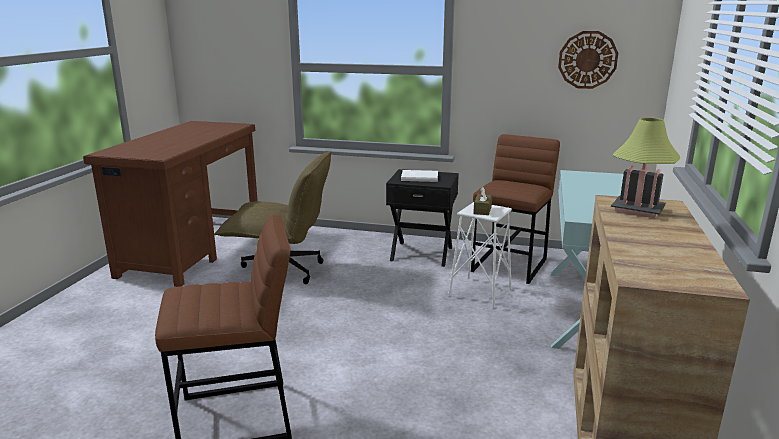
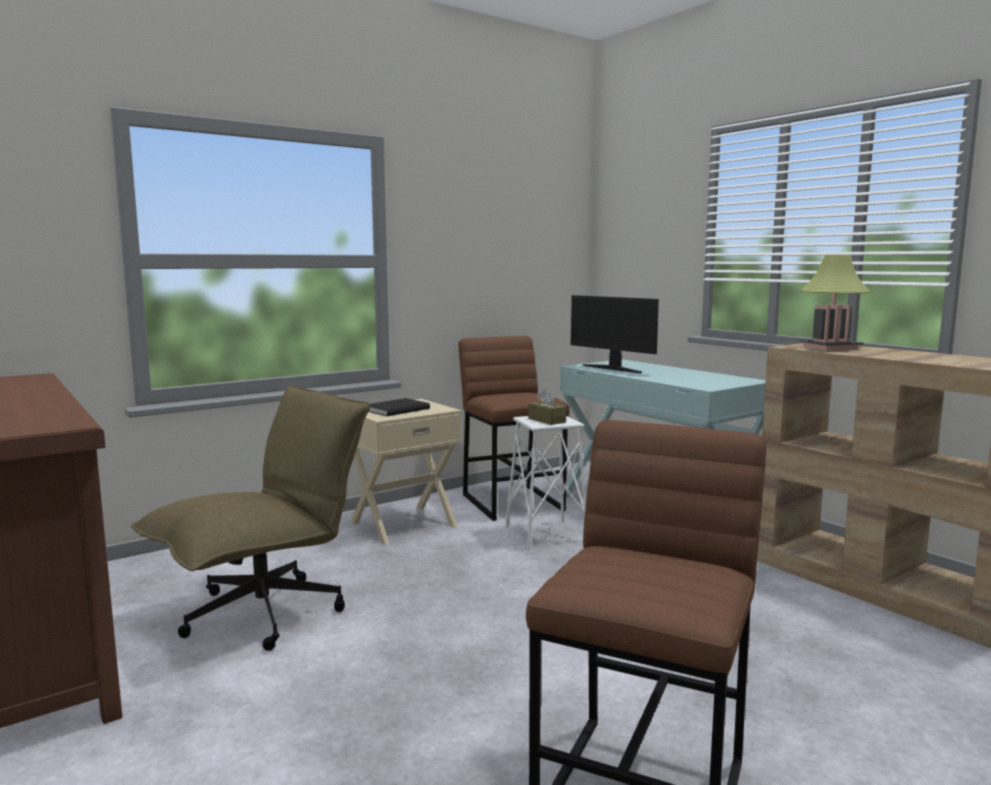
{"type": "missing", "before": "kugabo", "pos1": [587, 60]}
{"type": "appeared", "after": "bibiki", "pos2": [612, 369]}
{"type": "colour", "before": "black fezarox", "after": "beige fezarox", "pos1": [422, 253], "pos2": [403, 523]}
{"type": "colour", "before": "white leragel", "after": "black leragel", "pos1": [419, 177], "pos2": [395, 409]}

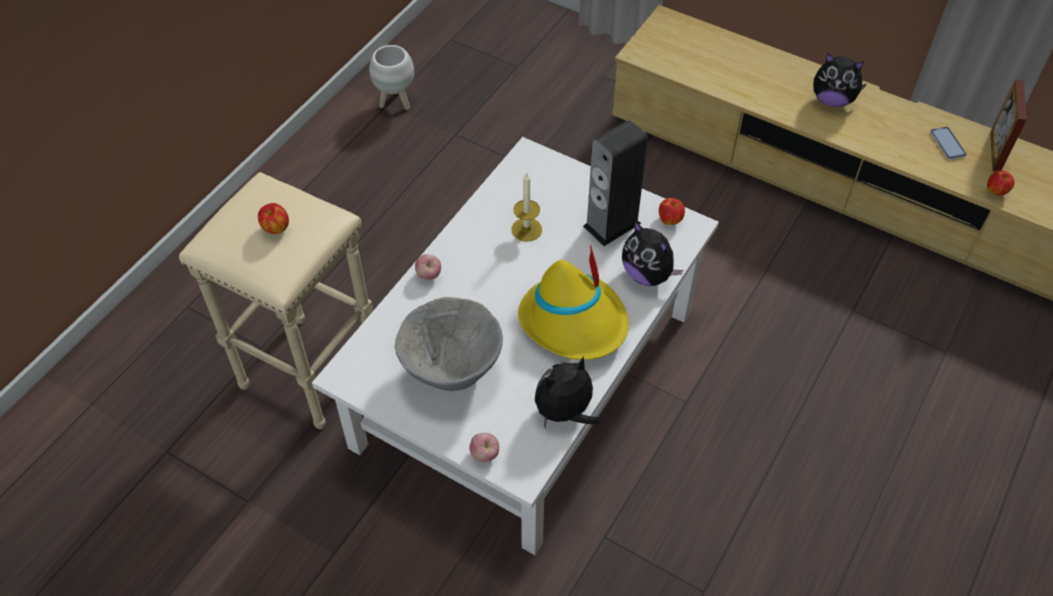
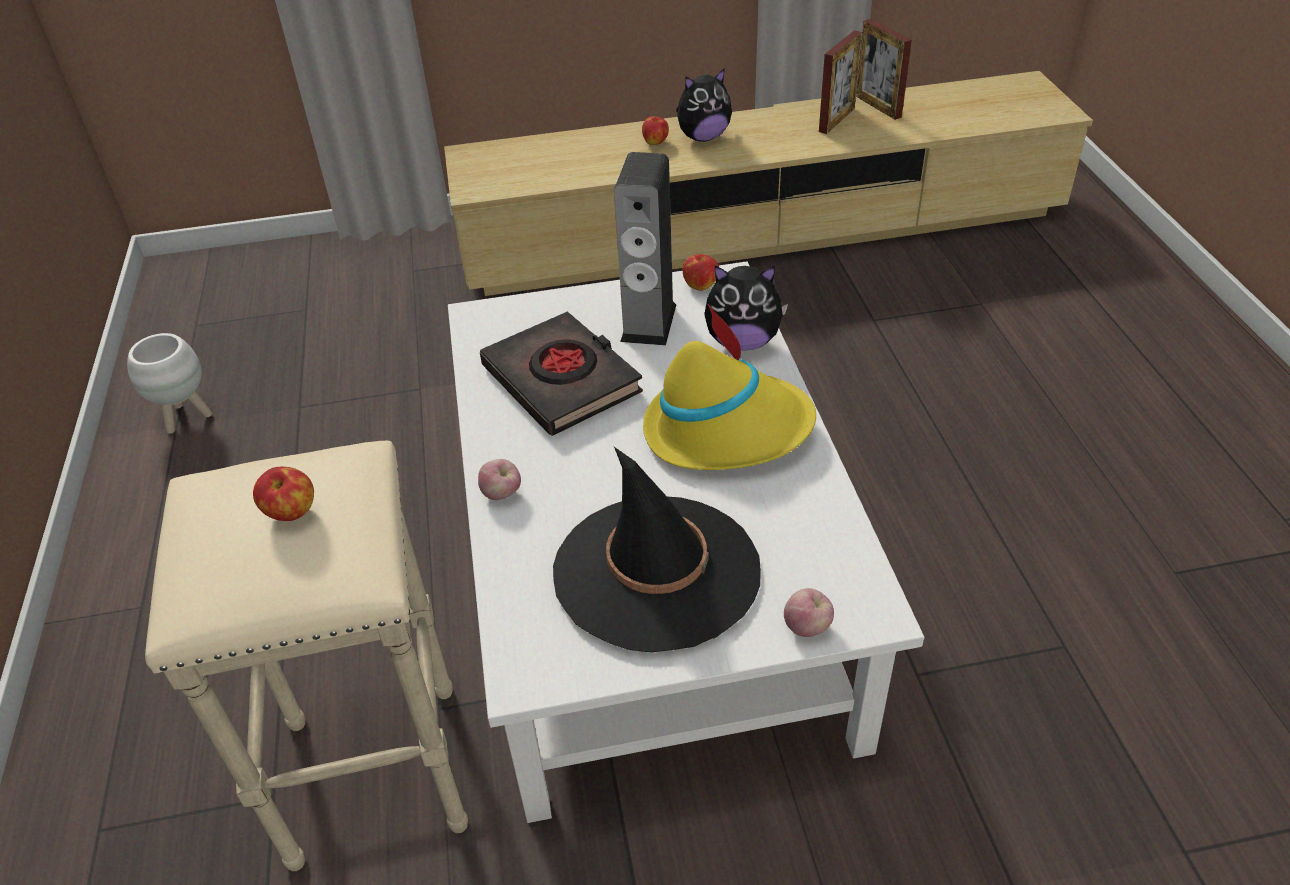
{"type": "missing", "before": "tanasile", "pos1": [565, 413]}
{"type": "relocated", "before": "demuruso", "pos1": [996, 191], "pos2": [655, 142]}
{"type": "exchanged", "before": "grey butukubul", "after": "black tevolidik", "pos1": [451, 372], "pos2": [656, 571]}
{"type": "exchanged", "before": "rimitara", "after": "black leragel", "pos1": [526, 229], "pos2": [562, 380]}
{"type": "exchanged", "before": "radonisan", "after": "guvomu", "pos1": [947, 144], "pos2": [836, 120]}

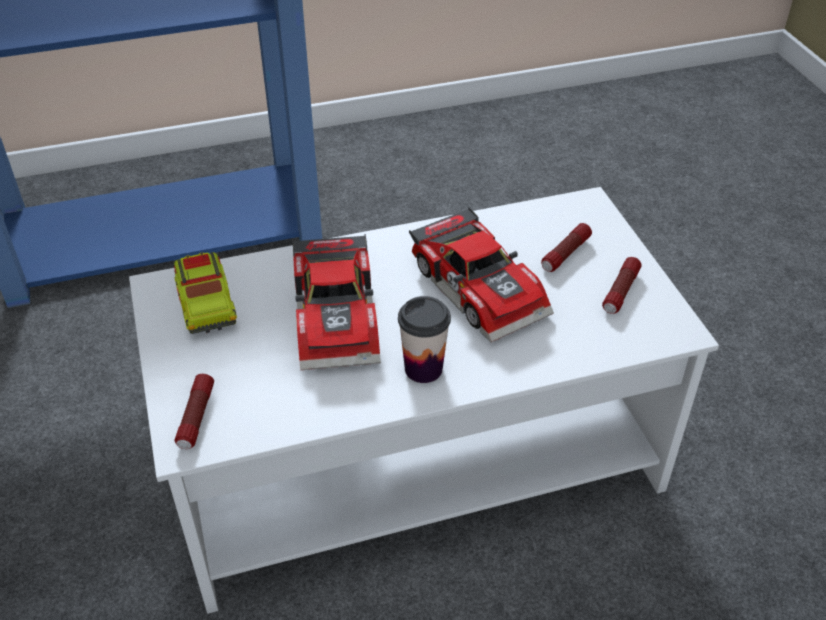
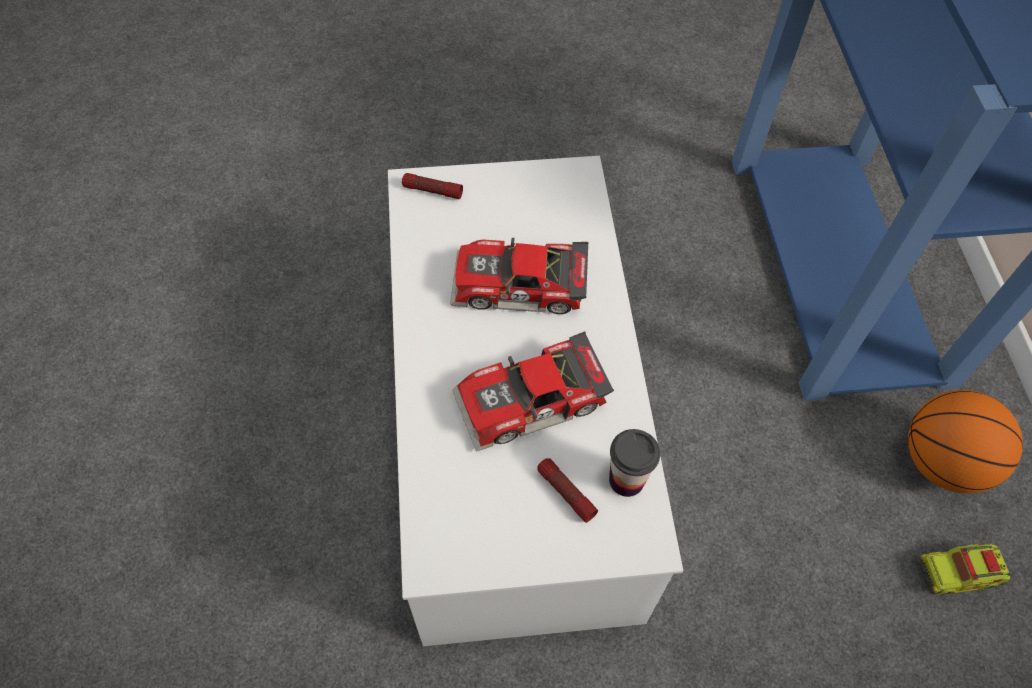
{"type": "missing", "before": "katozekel", "pos1": [620, 292]}
{"type": "appeared", "after": "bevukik", "pos2": [942, 462]}
{"type": "relocated", "before": "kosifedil", "pos1": [206, 305], "pos2": [958, 573]}
{"type": "relocated", "before": "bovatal", "pos1": [423, 369], "pos2": [626, 480]}

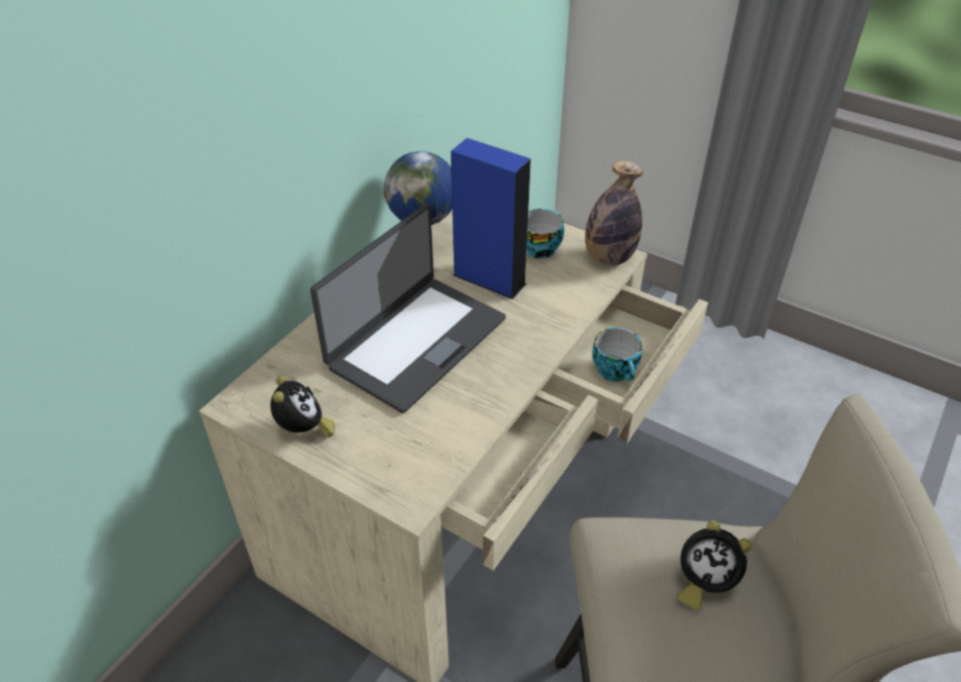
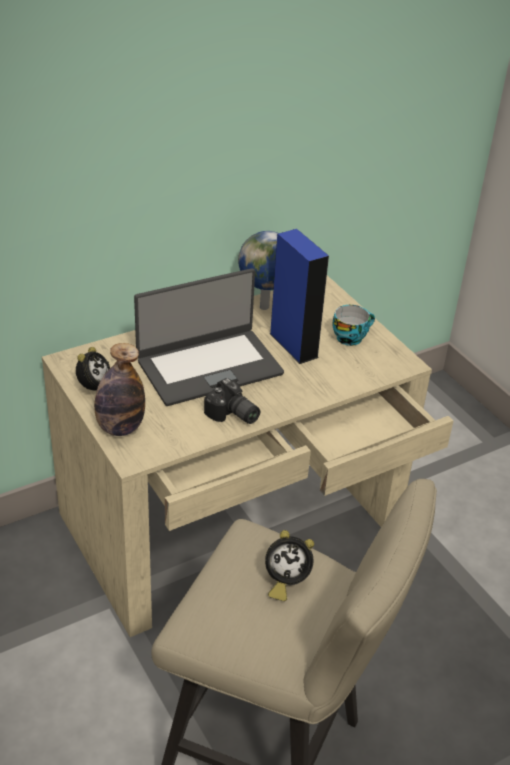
{"type": "missing", "before": "bovatal", "pos1": [616, 371]}
{"type": "appeared", "after": "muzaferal", "pos2": [232, 415]}
{"type": "relocated", "before": "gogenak", "pos1": [609, 257], "pos2": [120, 428]}
{"type": "spun", "before": "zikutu", "pos1": [703, 582], "pos2": [285, 581], "turn": -45}

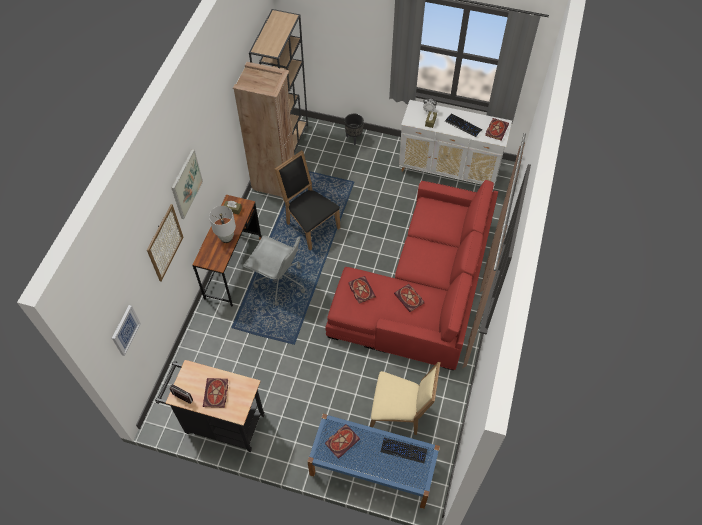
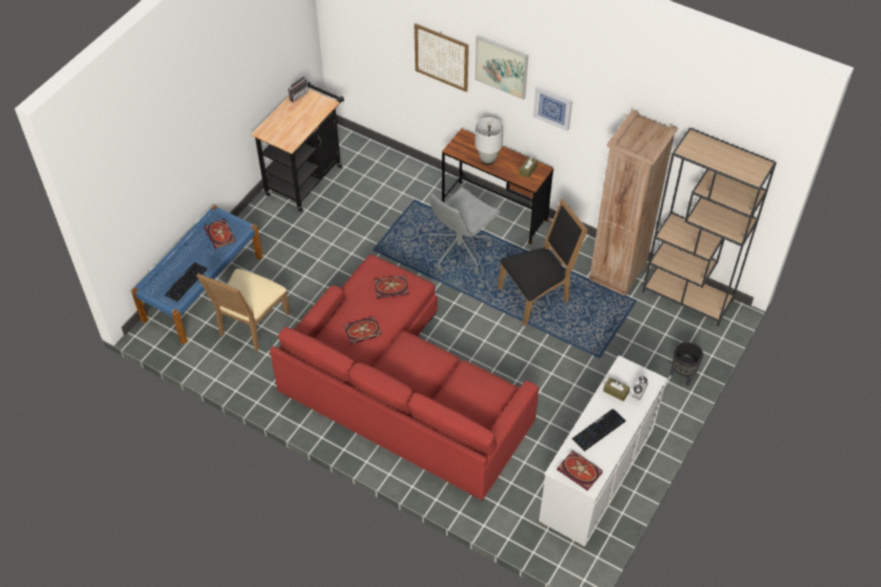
{"type": "missing", "before": "leragel", "pos1": [216, 394]}
{"type": "relocated", "before": "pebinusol", "pos1": [125, 330], "pos2": [553, 107]}

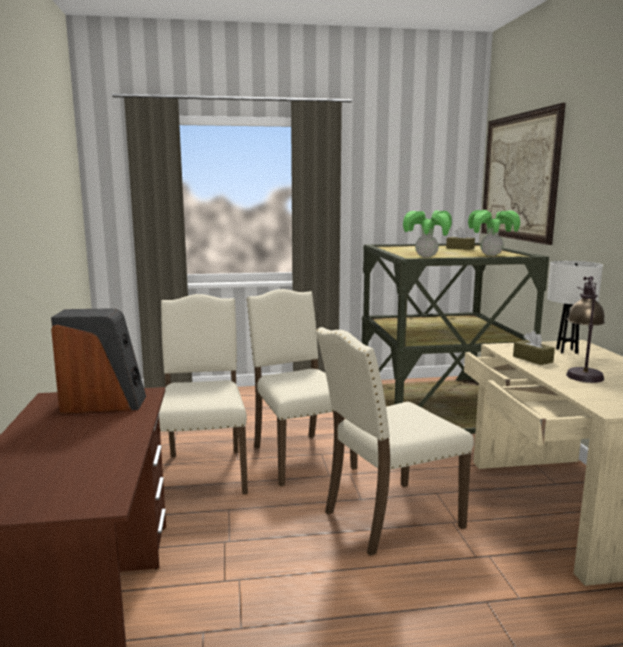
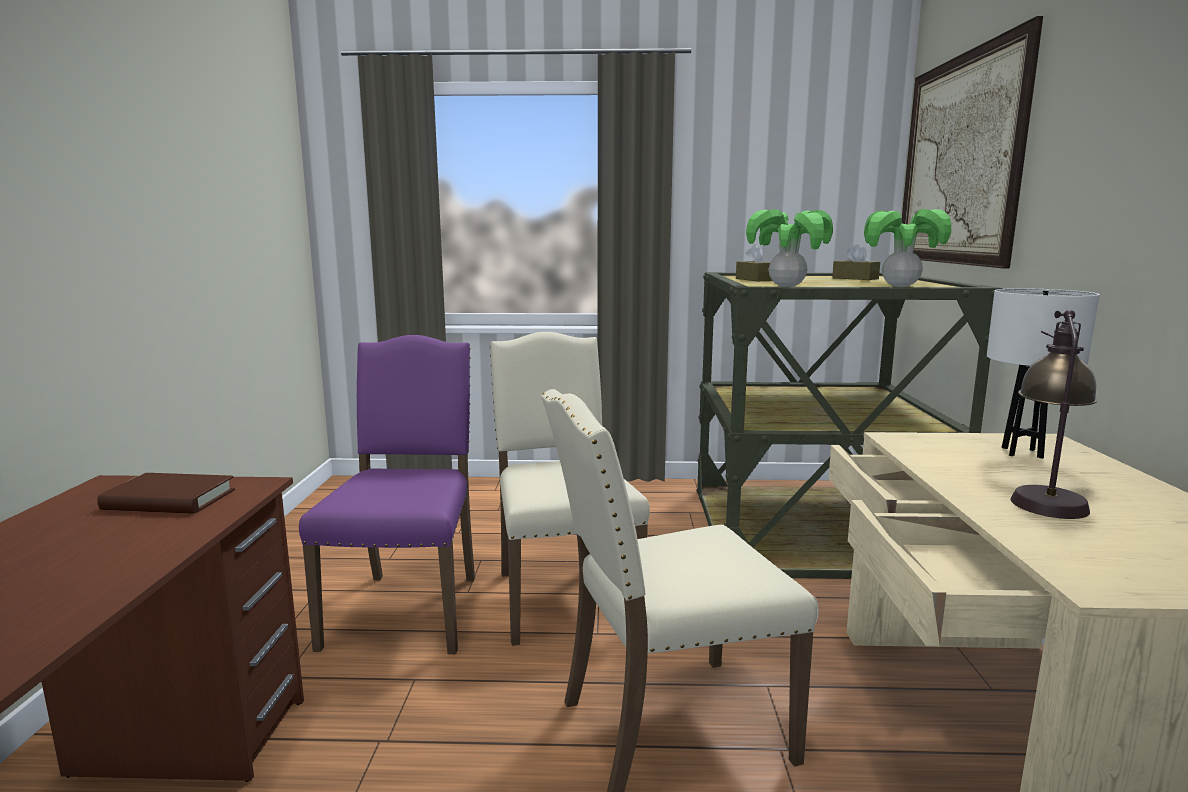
{"type": "relocated", "before": "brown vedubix", "pos1": [532, 359], "pos2": [755, 279]}
{"type": "exchanged", "before": "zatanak", "after": "brown leragel", "pos1": [104, 403], "pos2": [169, 500]}
{"type": "colour", "before": "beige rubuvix", "after": "purple rubuvix", "pos1": [203, 472], "pos2": [408, 609]}

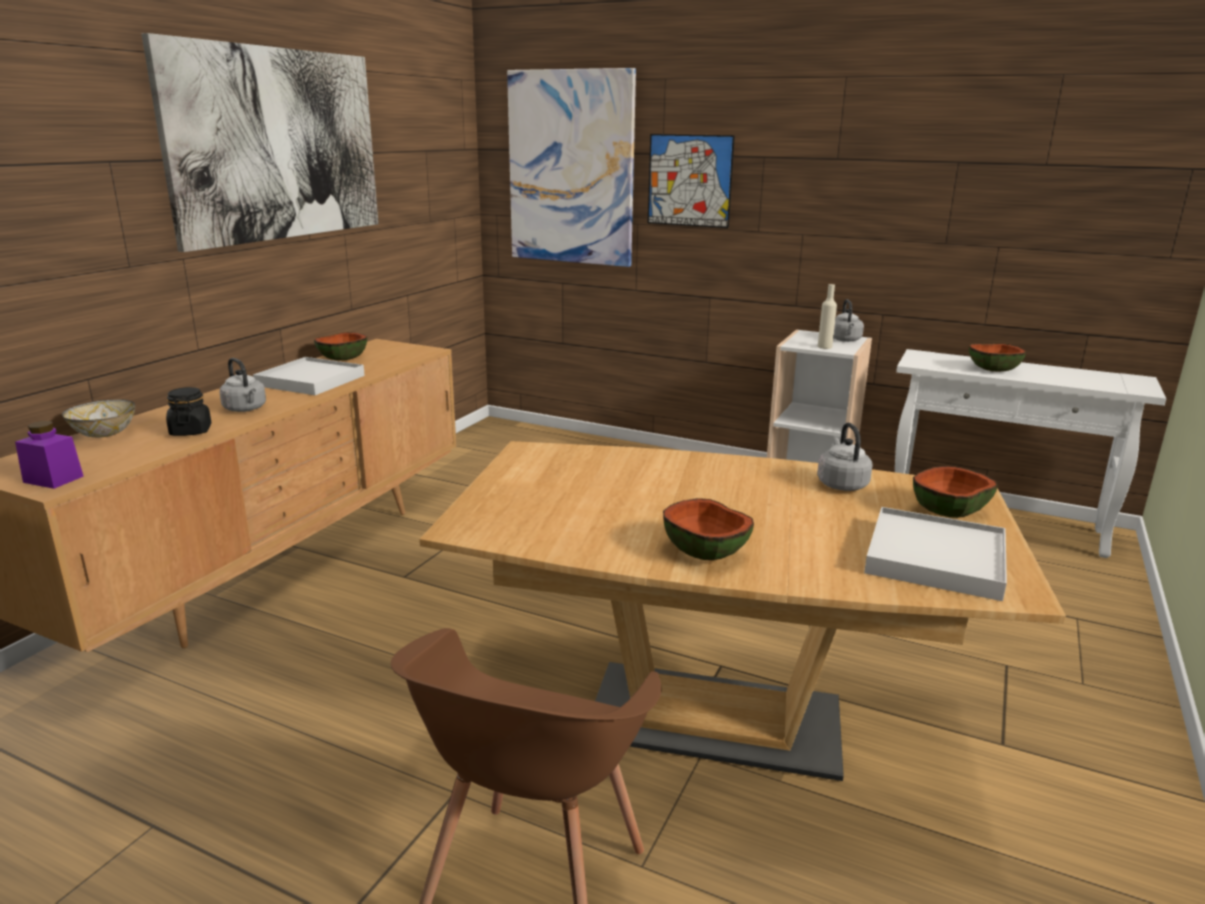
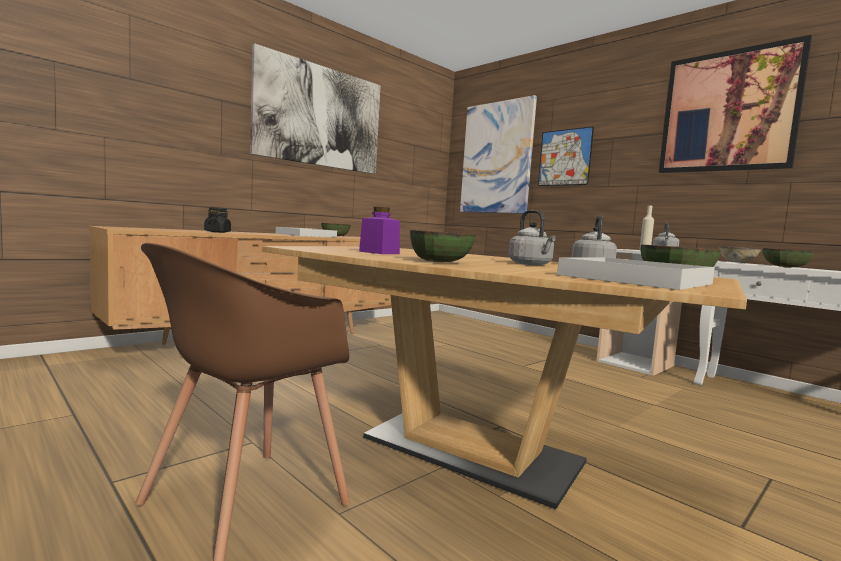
{"type": "appeared", "after": "pebinusol", "pos2": [728, 111]}
{"type": "relocated", "before": "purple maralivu", "pos1": [53, 479], "pos2": [379, 252]}
{"type": "relocated", "before": "butukubul", "pos1": [103, 434], "pos2": [737, 262]}
{"type": "relocated", "before": "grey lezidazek", "pos1": [246, 409], "pos2": [531, 264]}

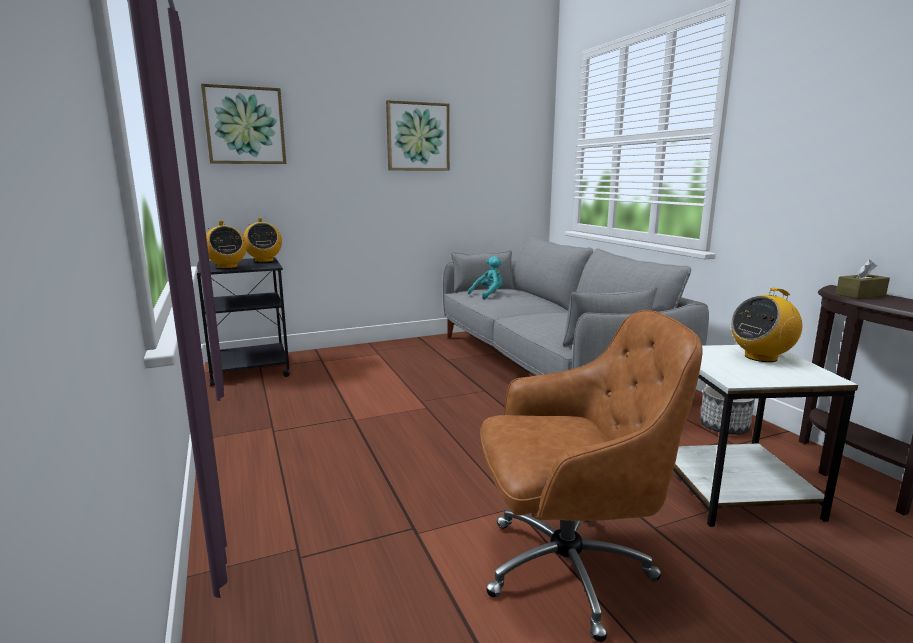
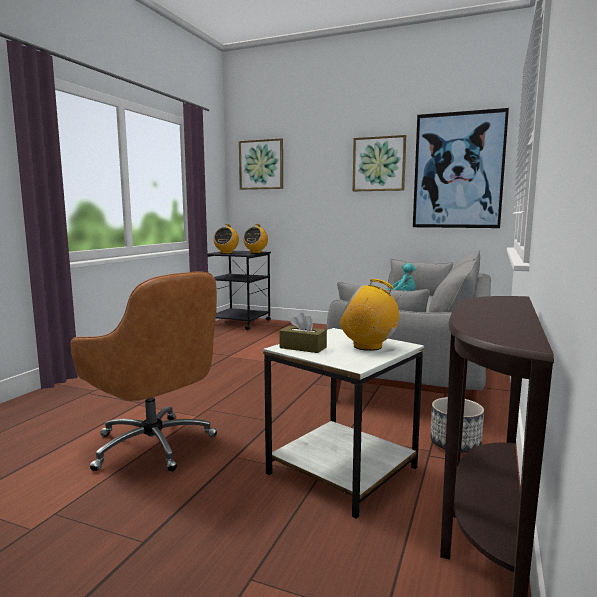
{"type": "appeared", "after": "pebinusol", "pos2": [458, 171]}
{"type": "relocated", "before": "brown vedubix", "pos1": [860, 294], "pos2": [303, 347]}

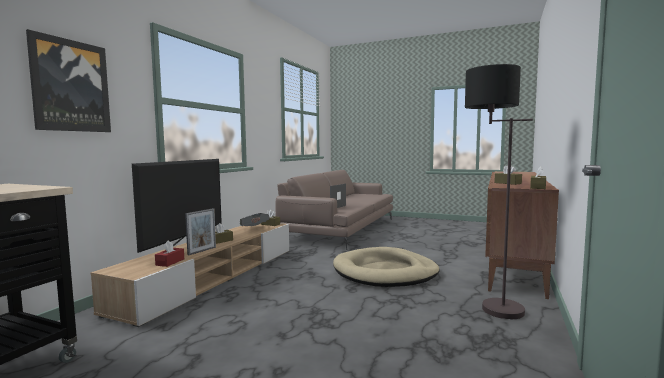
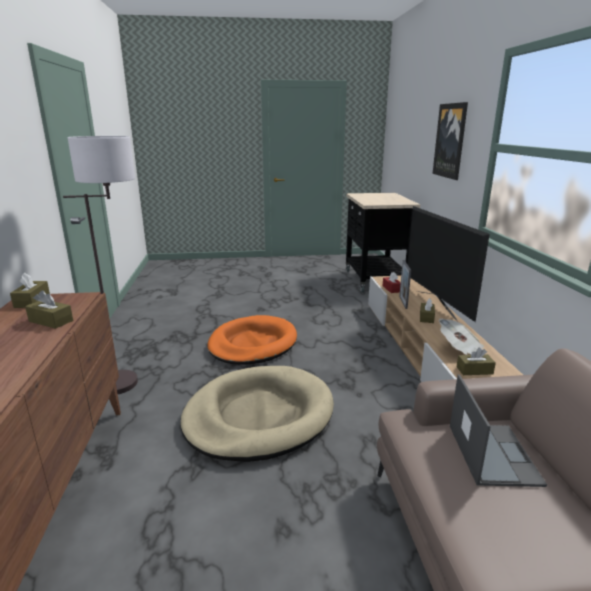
{"type": "appeared", "after": "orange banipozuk", "pos2": [252, 344]}
{"type": "colour", "before": "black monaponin", "after": "white monaponin", "pos1": [490, 309], "pos2": [130, 382]}

